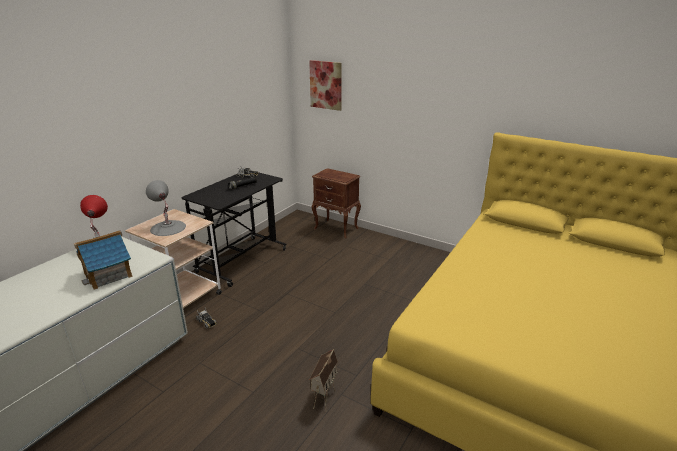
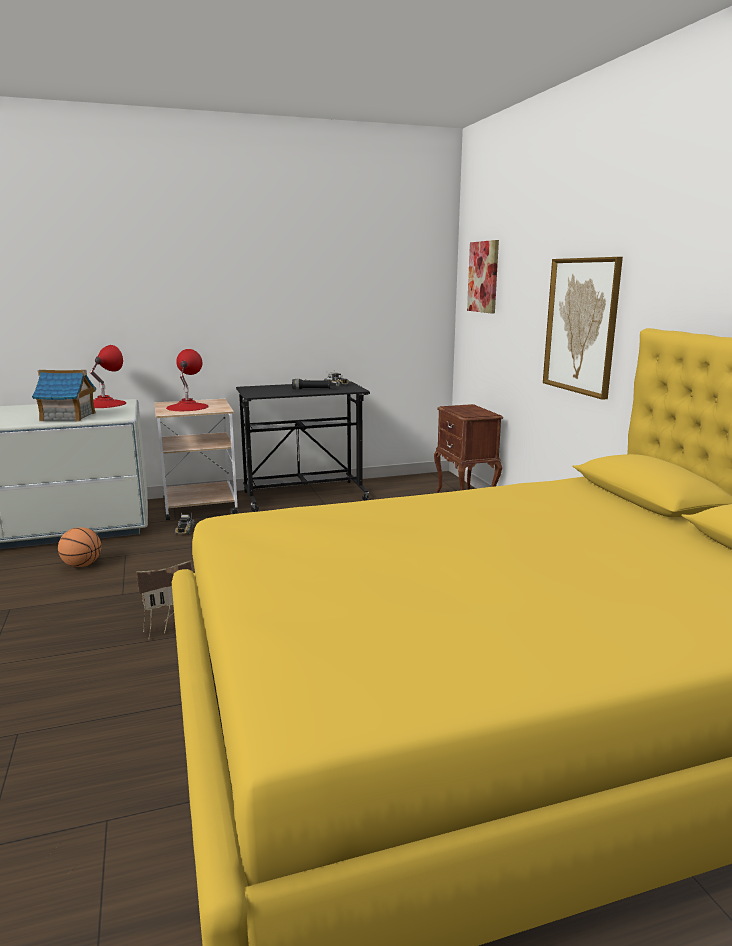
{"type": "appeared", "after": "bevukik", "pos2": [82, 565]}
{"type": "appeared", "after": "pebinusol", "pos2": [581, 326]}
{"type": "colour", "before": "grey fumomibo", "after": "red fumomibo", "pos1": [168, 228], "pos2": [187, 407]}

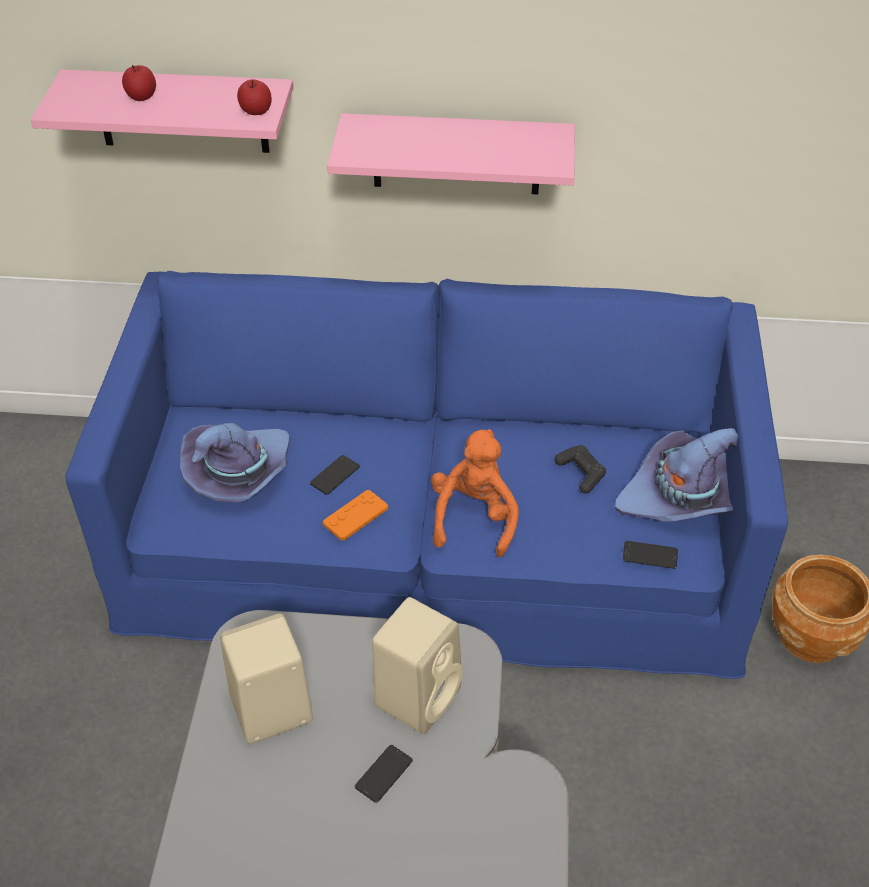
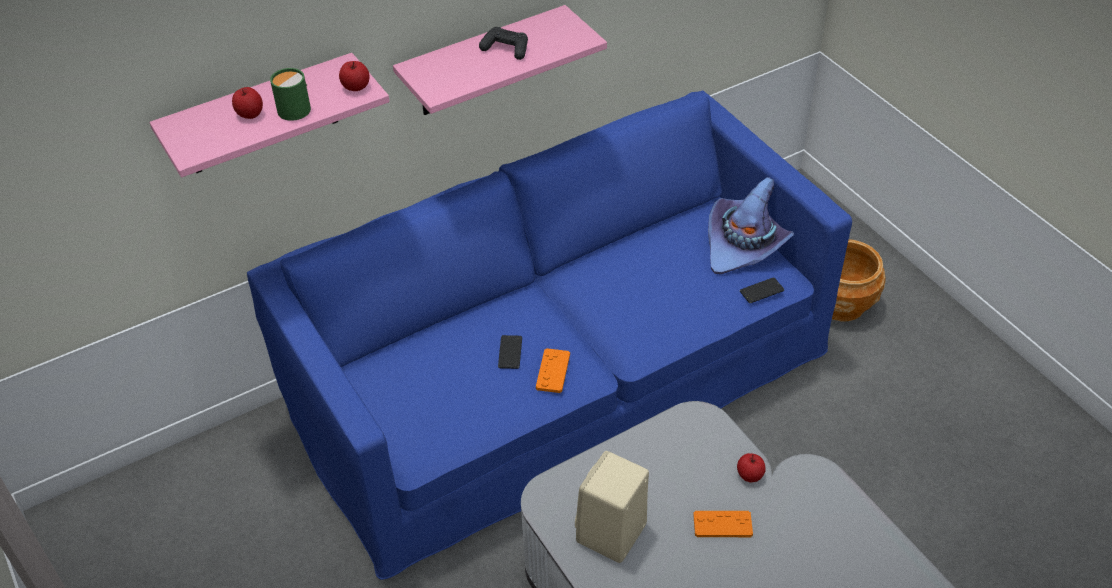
{"type": "missing", "before": "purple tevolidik", "pos1": [239, 473]}
{"type": "missing", "before": "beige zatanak", "pos1": [418, 694]}
{"type": "missing", "before": "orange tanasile", "pos1": [474, 518]}
{"type": "appeared", "after": "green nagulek", "pos2": [291, 108]}
{"type": "appeared", "after": "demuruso", "pos2": [749, 475]}
{"type": "relocated", "before": "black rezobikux", "pos1": [581, 473], "pos2": [506, 49]}
{"type": "exchanged", "before": "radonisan", "after": "orange rezobikux", "pos1": [384, 774], "pos2": [722, 525]}

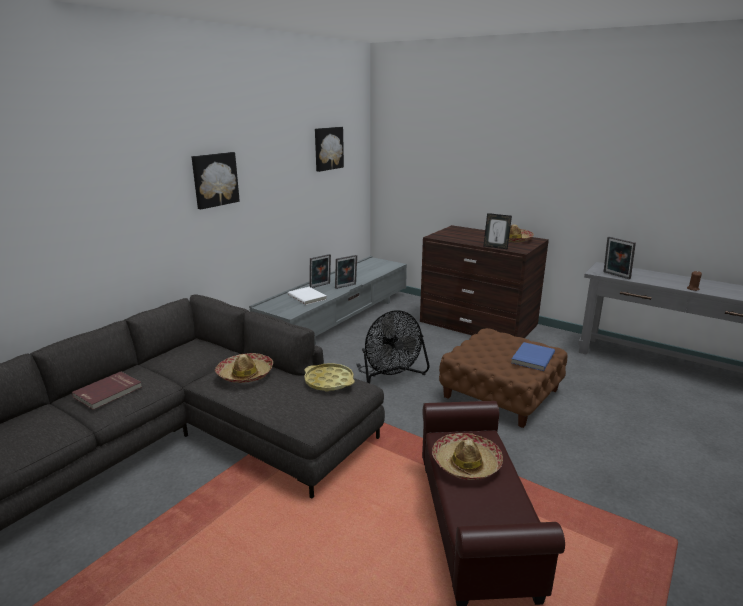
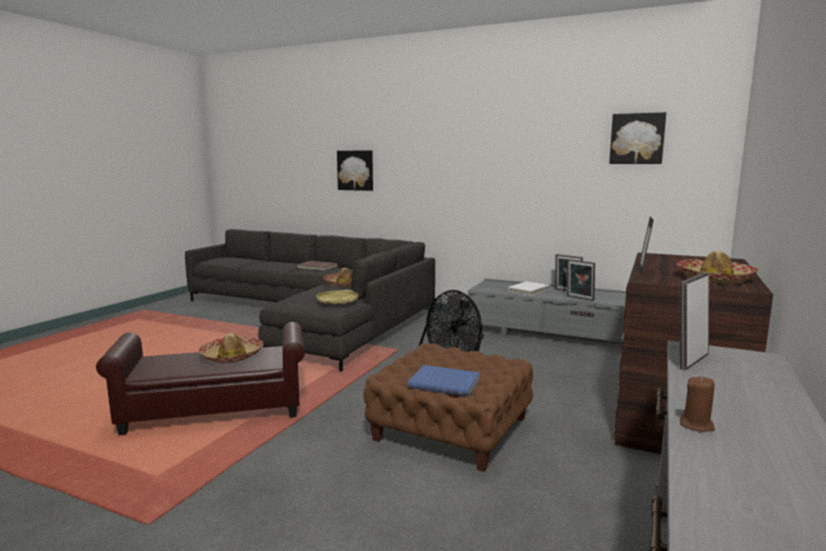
{"type": "relocated", "before": "pebinusol", "pos1": [214, 179], "pos2": [355, 170]}

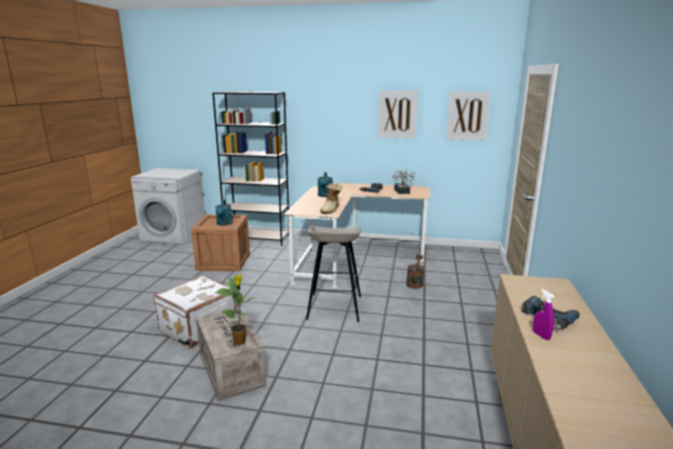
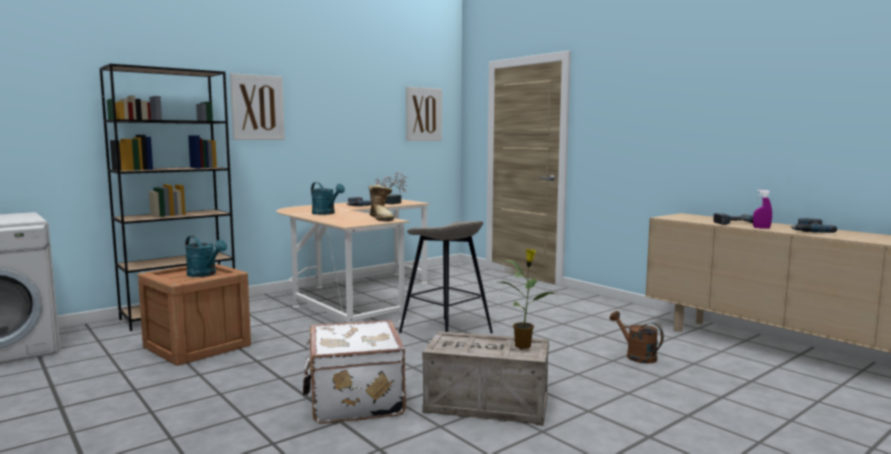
{"type": "appeared", "after": "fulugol", "pos2": [809, 231]}
{"type": "relocated", "before": "pebinusol", "pos1": [397, 114], "pos2": [257, 107]}
{"type": "relocated", "before": "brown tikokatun", "pos1": [415, 282], "pos2": [636, 356]}

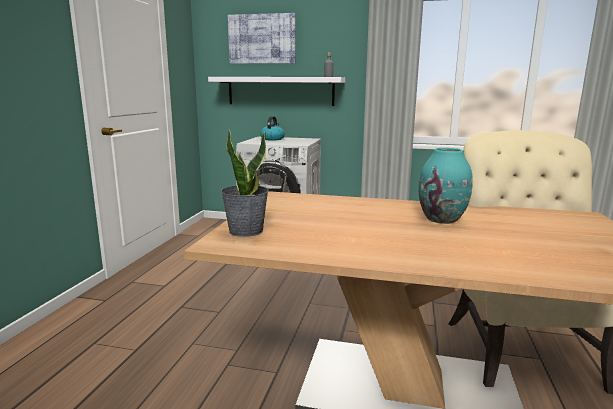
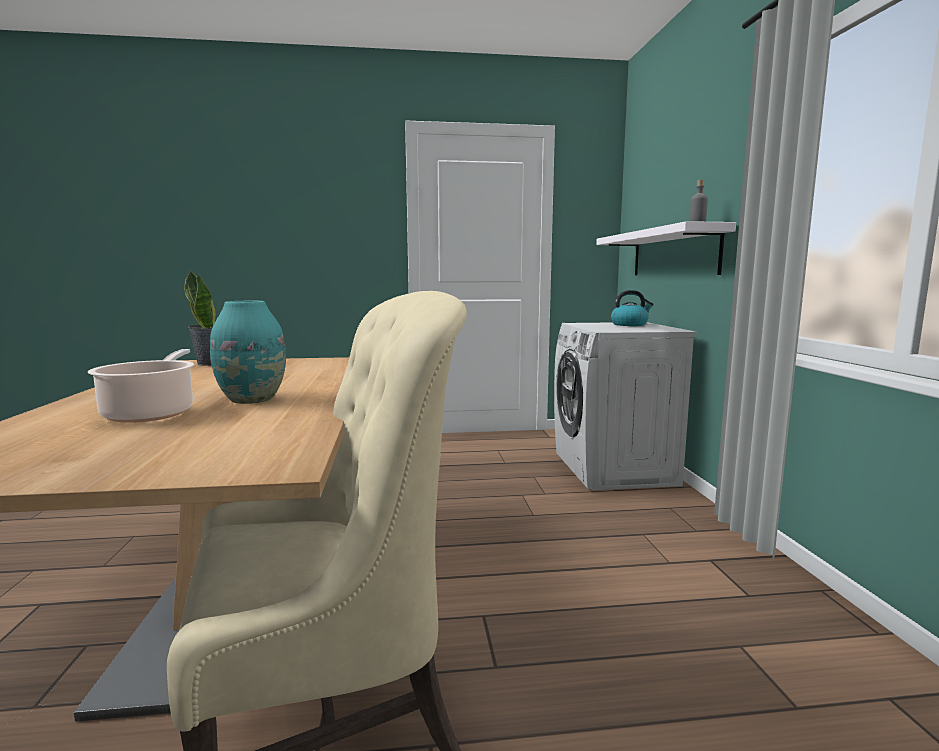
{"type": "missing", "before": "pebinusol", "pos1": [262, 39]}
{"type": "appeared", "after": "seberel", "pos2": [151, 413]}

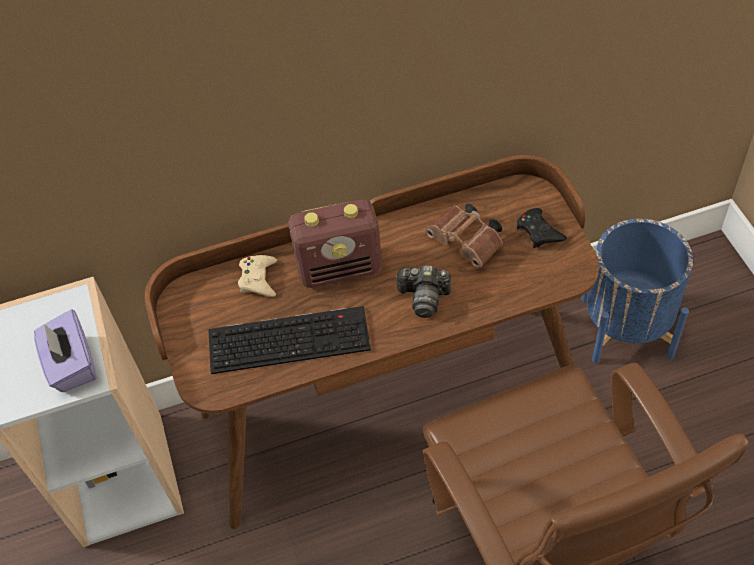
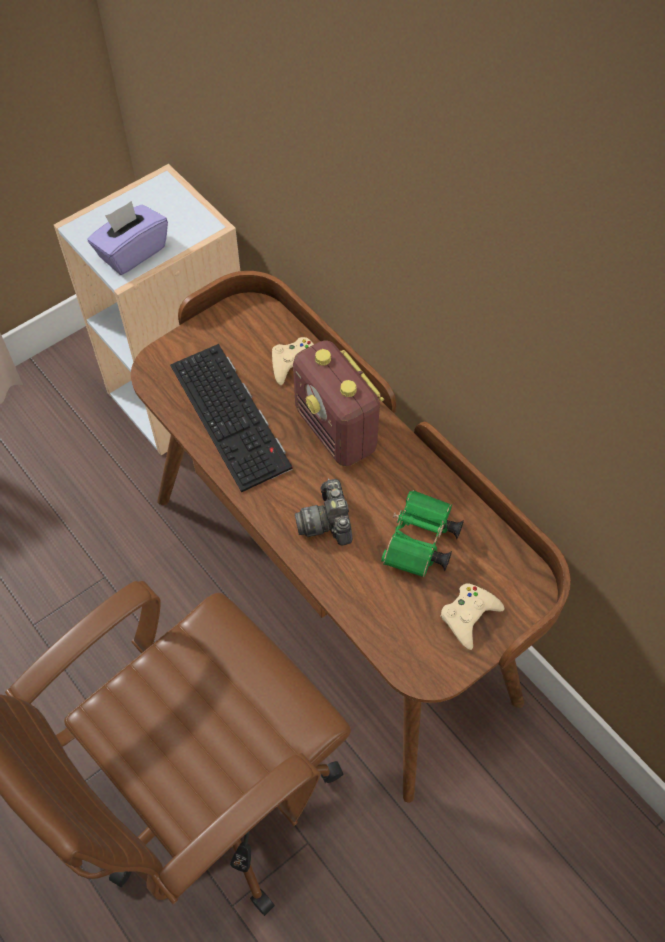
{"type": "missing", "before": "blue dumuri", "pos1": [626, 327]}
{"type": "colour", "before": "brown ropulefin", "after": "green ropulefin", "pos1": [468, 243], "pos2": [420, 544]}
{"type": "colour", "before": "black rezobikux", "after": "beige rezobikux", "pos1": [539, 232], "pos2": [469, 616]}

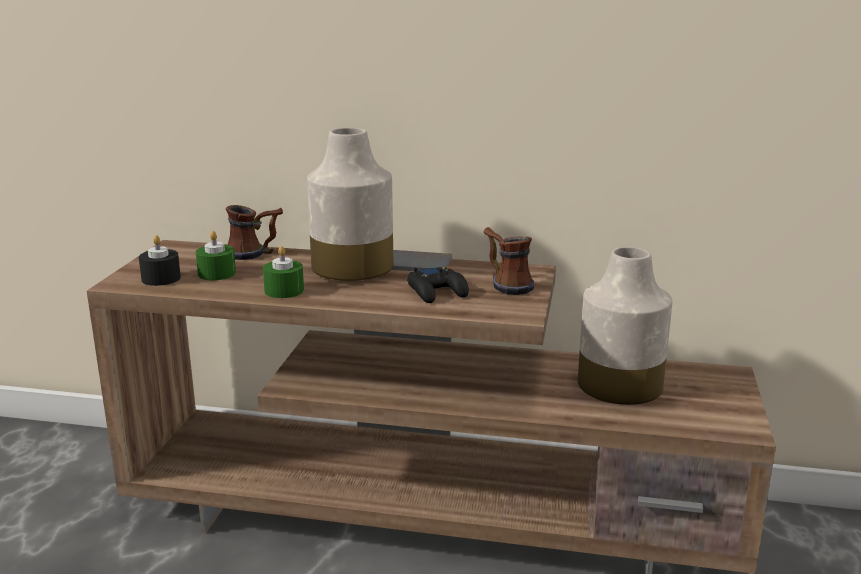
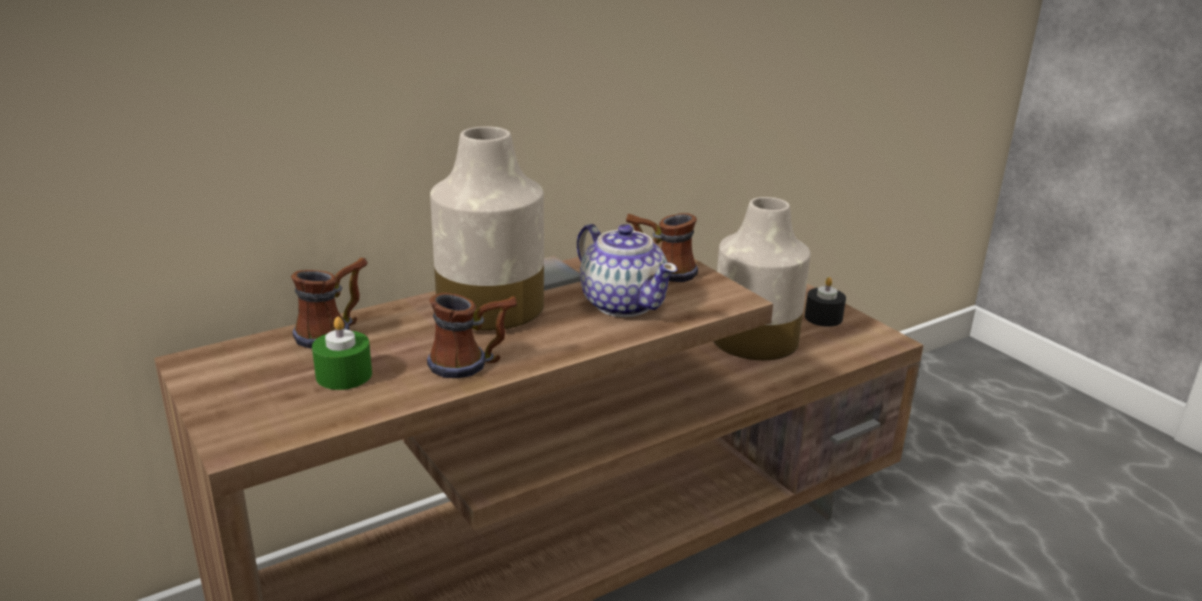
{"type": "relocated", "before": "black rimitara", "pos1": [161, 278], "pos2": [823, 317]}
{"type": "exchanged", "before": "green rimitara", "after": "nagulek", "pos1": [284, 290], "pos2": [473, 364]}
{"type": "exchanged", "before": "black rezobikux", "after": "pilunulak", "pos1": [437, 292], "pos2": [623, 303]}

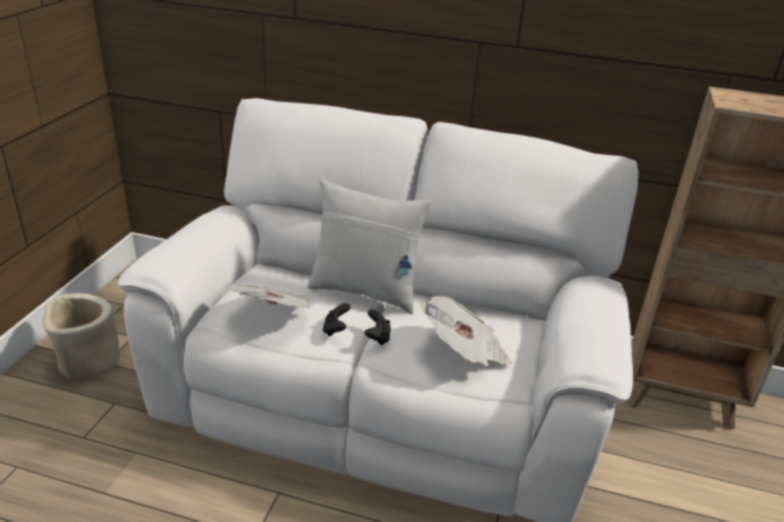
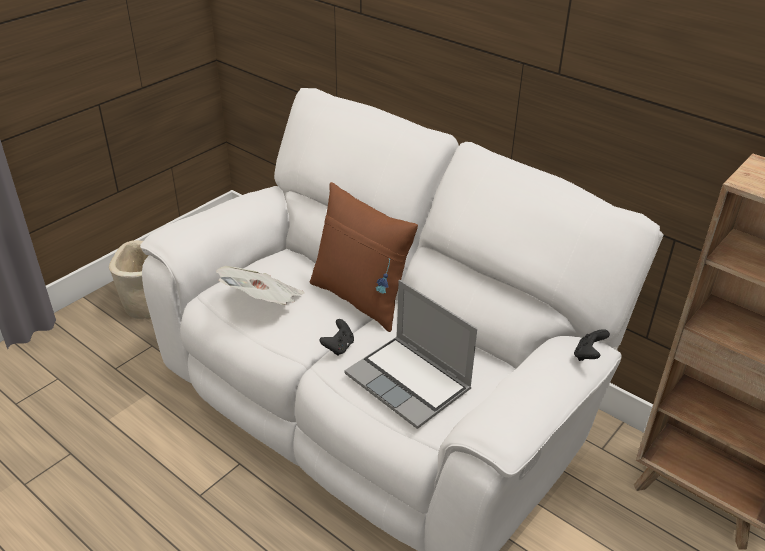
{"type": "relocated", "before": "black rezobikux", "pos1": [336, 329], "pos2": [588, 355]}
{"type": "exchanged", "before": "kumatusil", "after": "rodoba", "pos1": [465, 352], "pos2": [410, 383]}
{"type": "colour", "before": "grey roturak", "after": "brown roturak", "pos1": [364, 292], "pos2": [360, 299]}

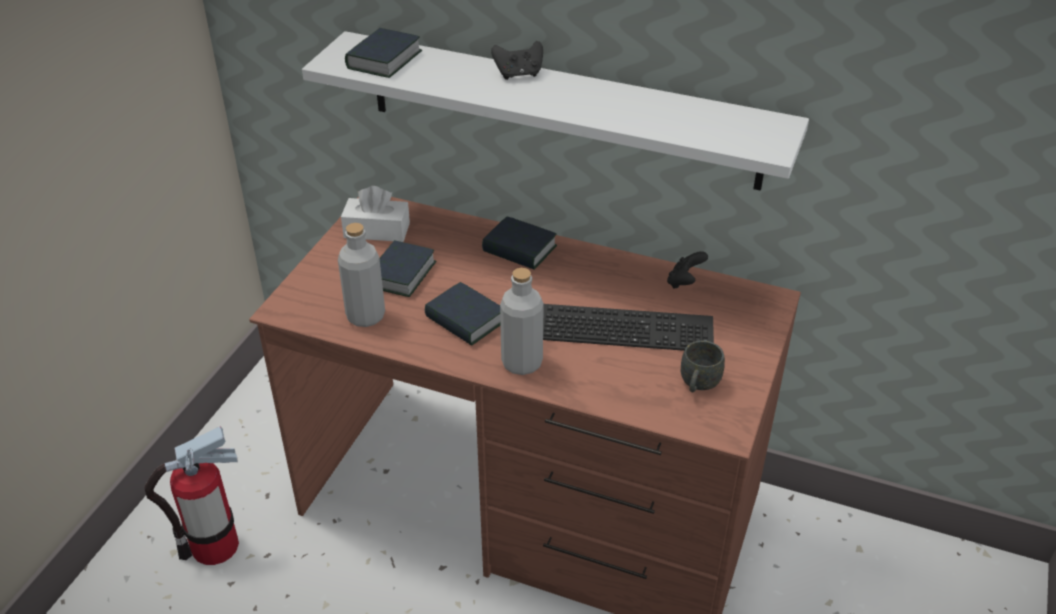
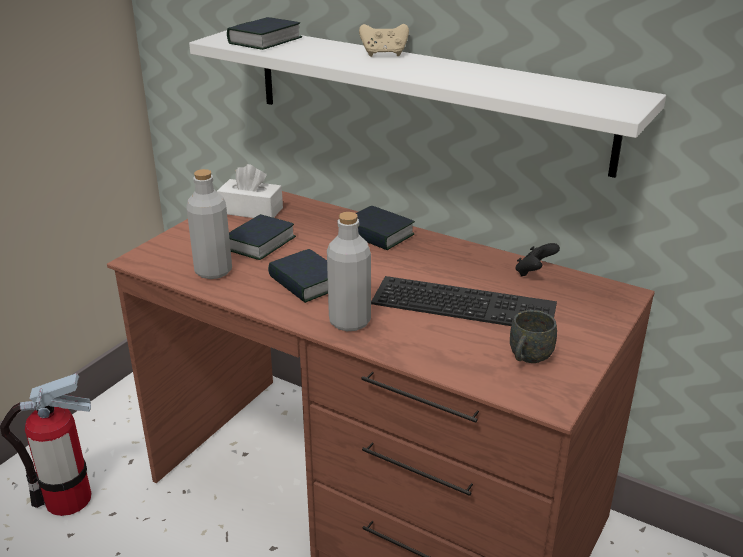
{"type": "colour", "before": "black rezobikux", "after": "beige rezobikux", "pos1": [519, 74], "pos2": [384, 54]}

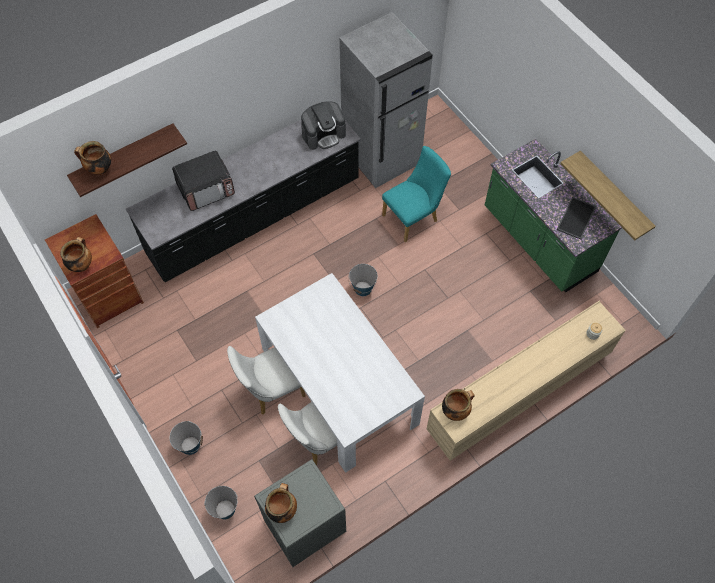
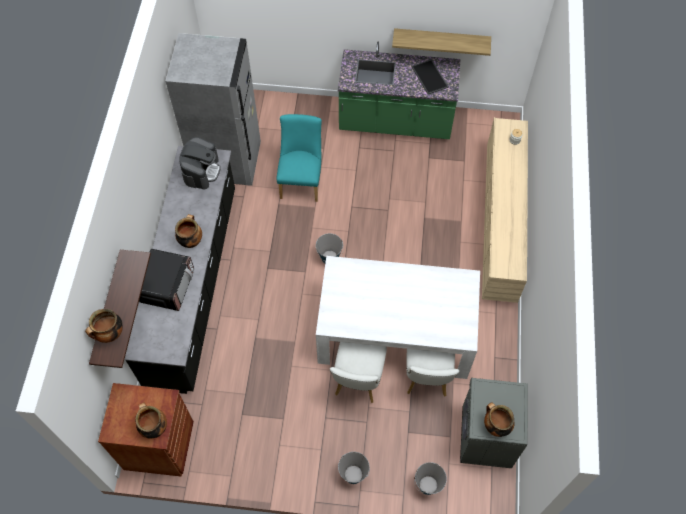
{"type": "relocated", "before": "seberel", "pos1": [455, 411], "pos2": [191, 241]}

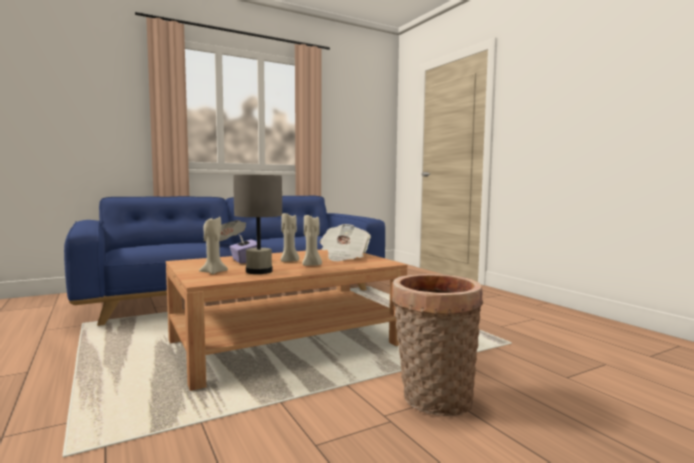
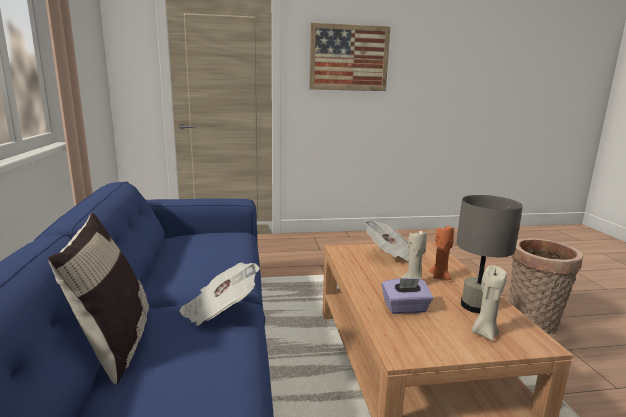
{"type": "appeared", "after": "roturak", "pos2": [113, 344]}
{"type": "appeared", "after": "pebinusol", "pos2": [349, 58]}
{"type": "colour", "before": "beige rimitara", "after": "orange rimitara", "pos1": [312, 265], "pos2": [440, 276]}

